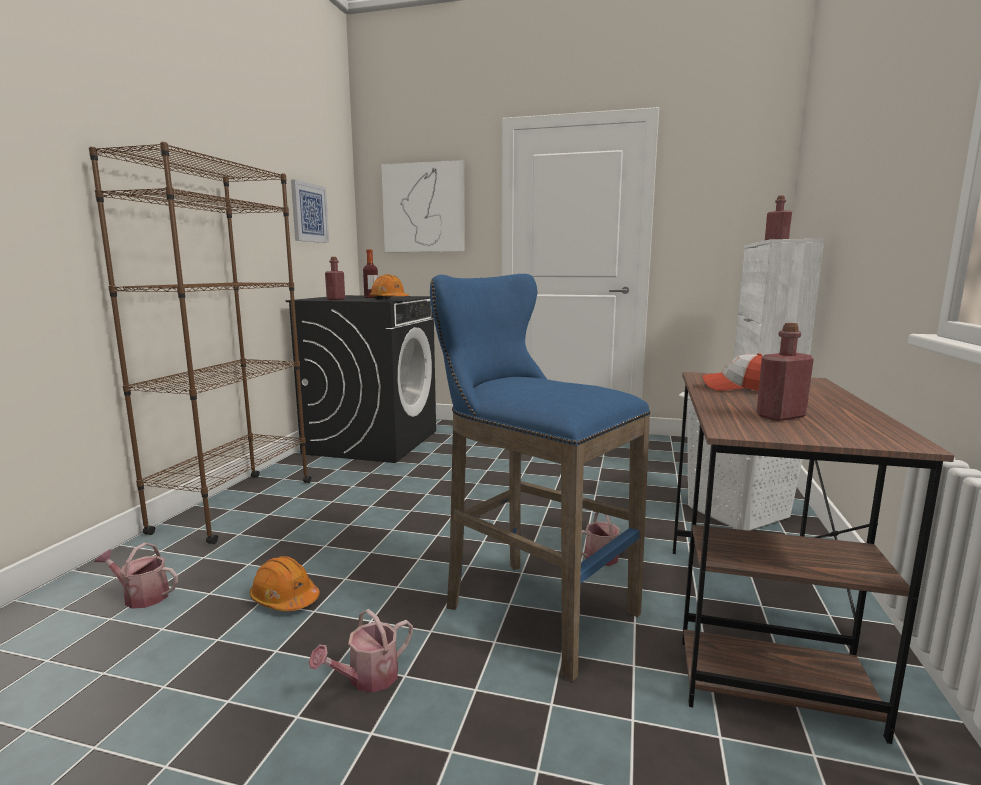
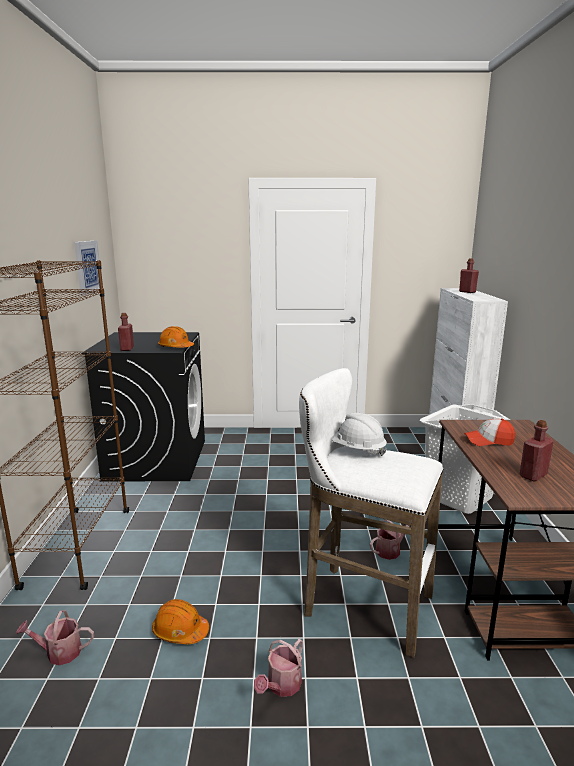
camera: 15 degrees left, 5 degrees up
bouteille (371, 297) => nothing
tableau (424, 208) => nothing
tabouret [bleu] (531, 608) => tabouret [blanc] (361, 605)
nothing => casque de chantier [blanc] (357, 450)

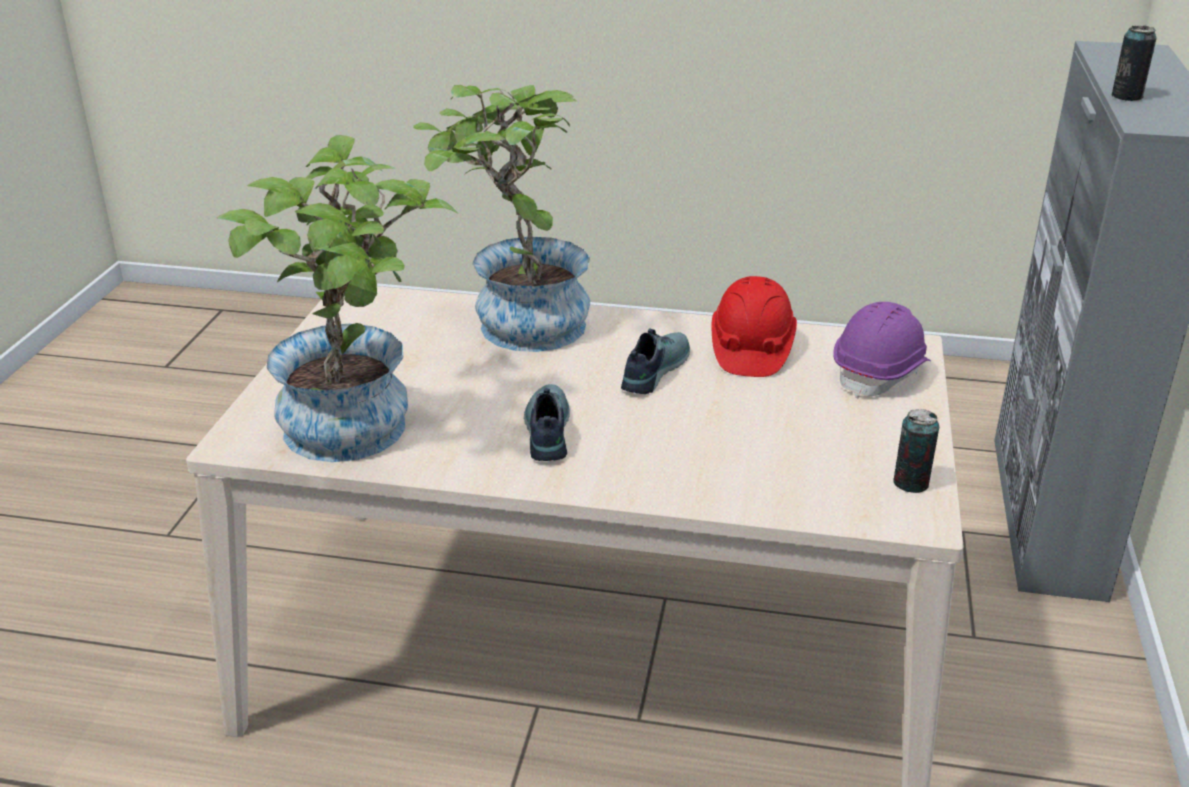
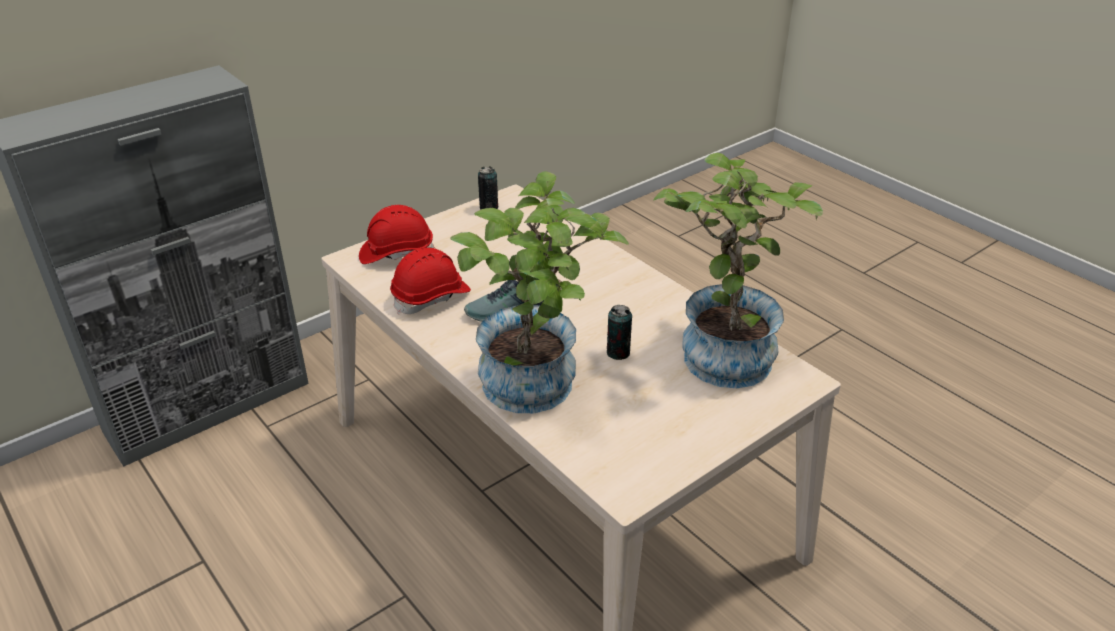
camera: 140 degrees left, 5 degrees up
chaussure (545, 431) => nothing
casque de chantier [violet] (881, 373) => casque de chantier [rouge] (396, 253)
boîte métallique (1126, 96) => boîte métallique (618, 353), relocated

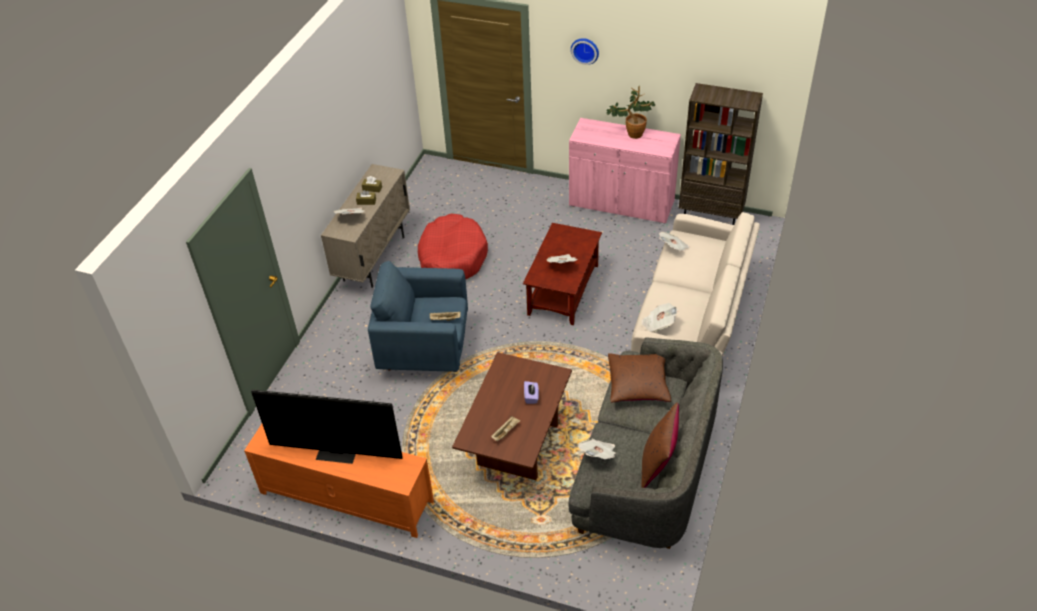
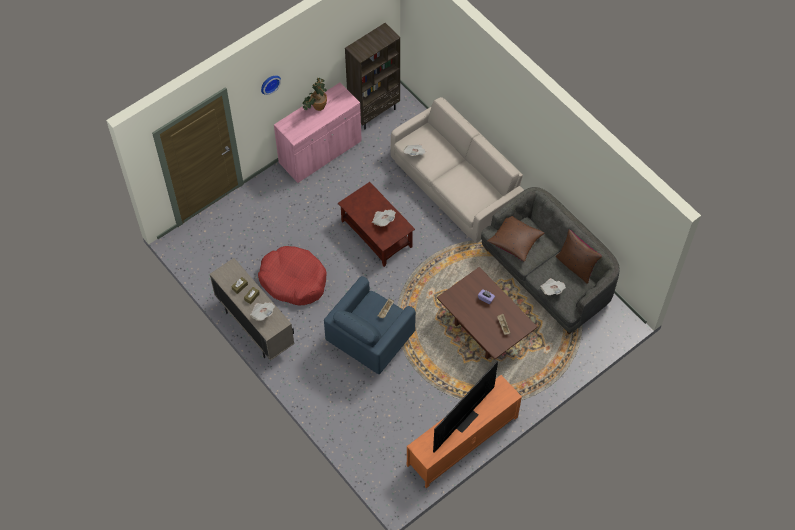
camera: 60 degrees left, 15 degrees up
journal (658, 324) => nothing

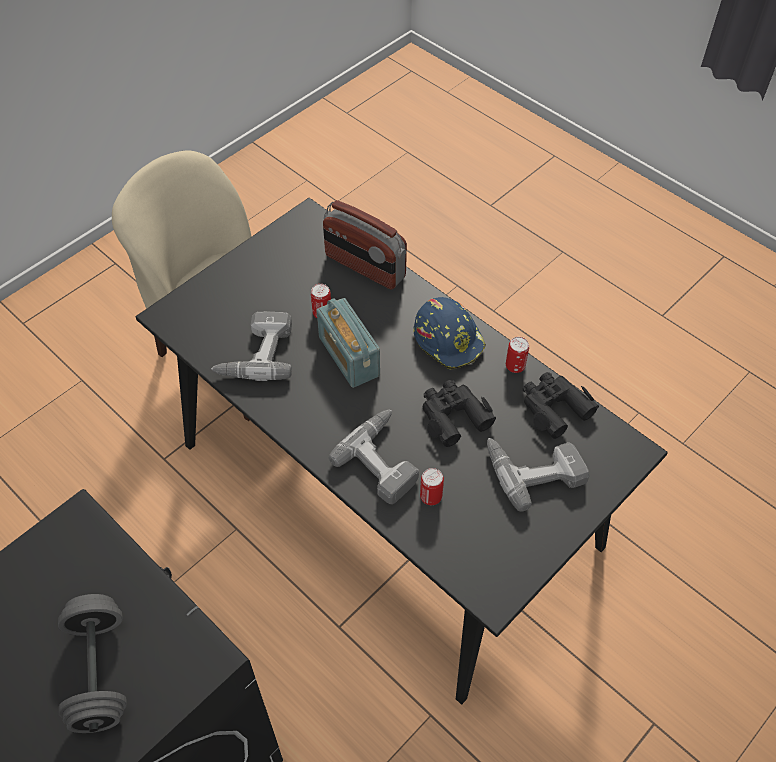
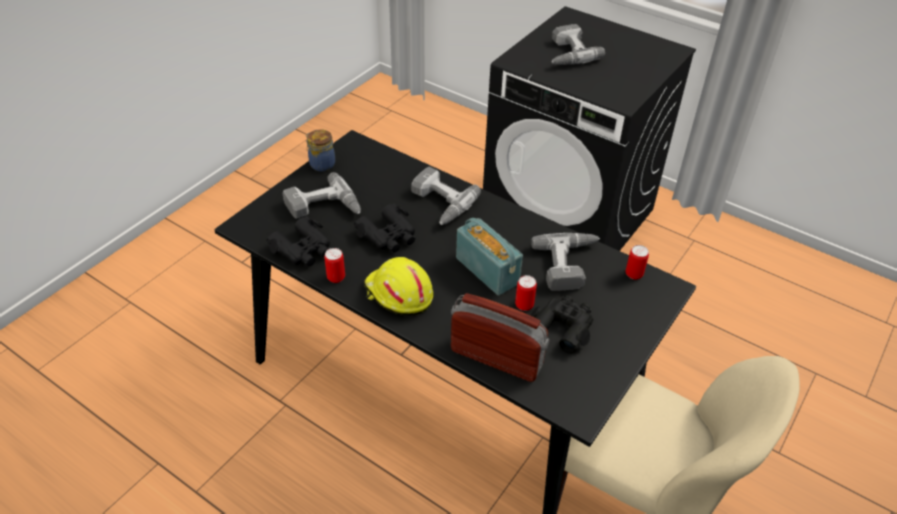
camera: 170 degrees right, 10 degrees down
haltère [gris] (99, 672) => perceuse (567, 53)
casque de chantier [bleu] (449, 339) => casque de chantier [jaune] (398, 294)
boîte métallique (431, 497) => boîte métallique (634, 274), relocated
nothing => bocal (321, 164)
nothing => jumelles [noir] (562, 327)

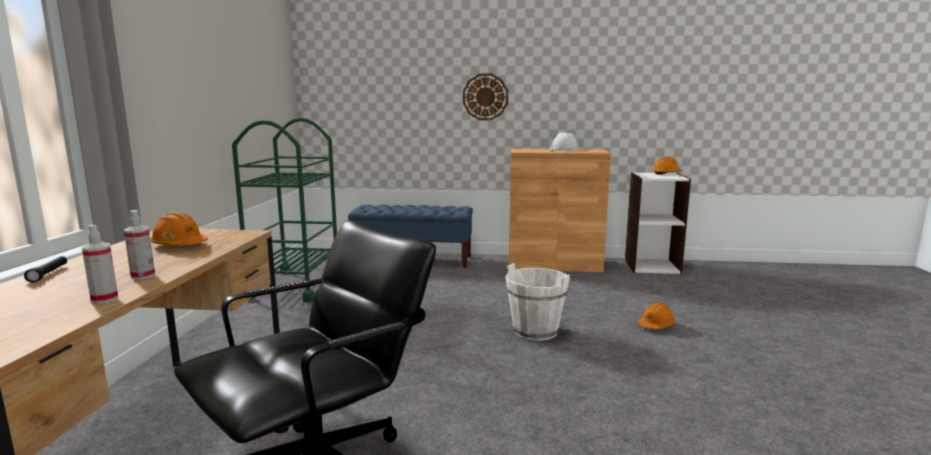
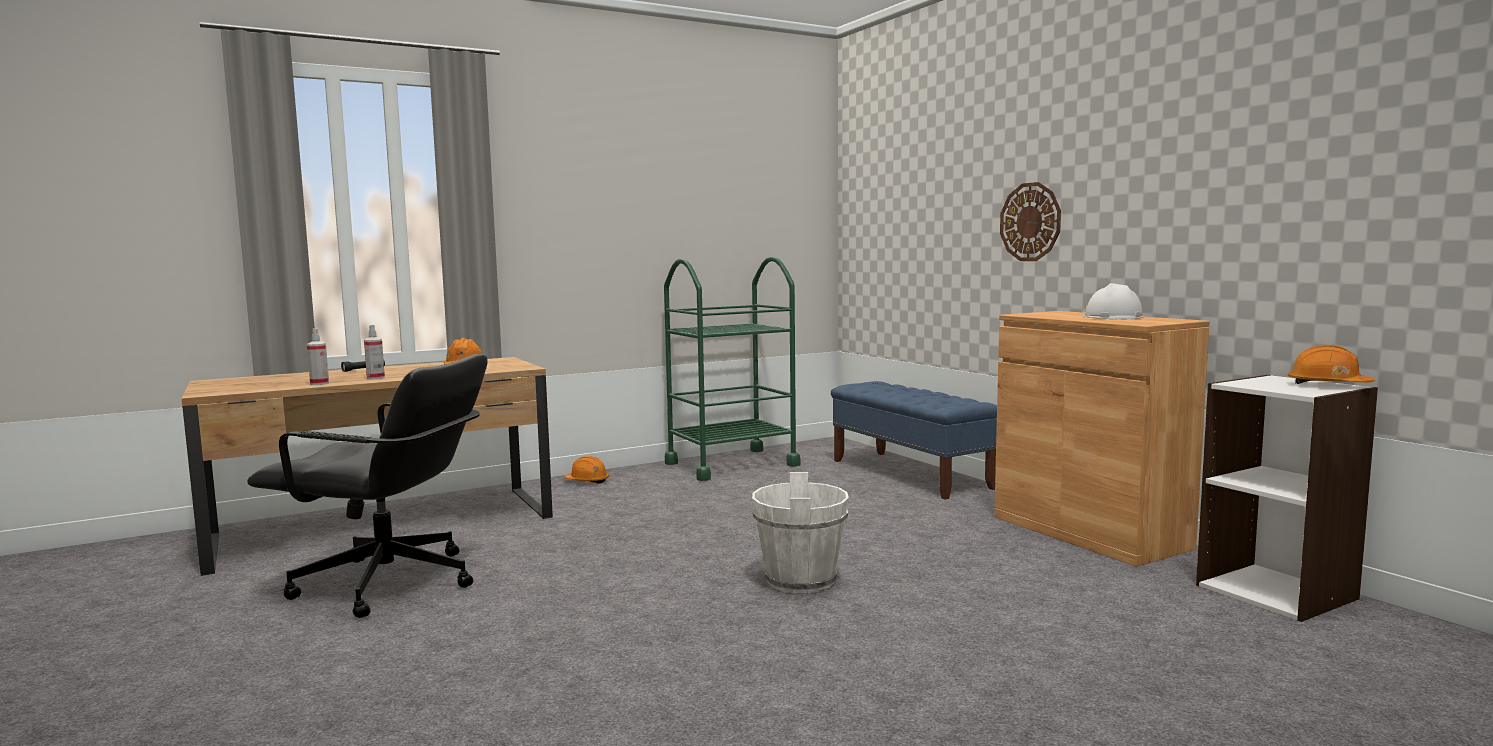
camera: 55 degrees right, 5 degrees down
casque de chantier [orange] (656, 325) => casque de chantier [orange] (587, 481), relocated

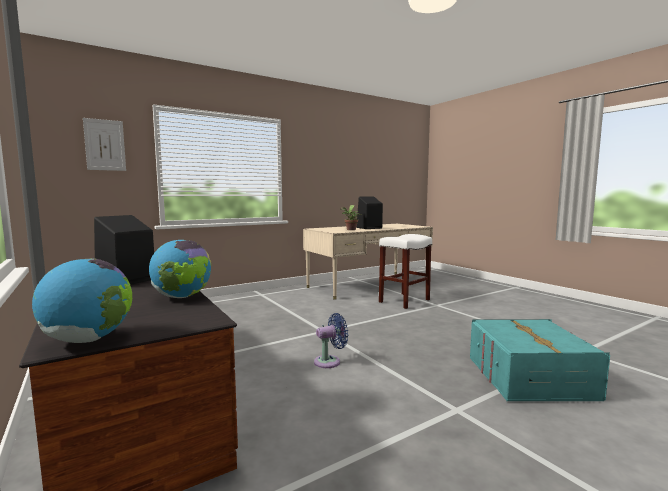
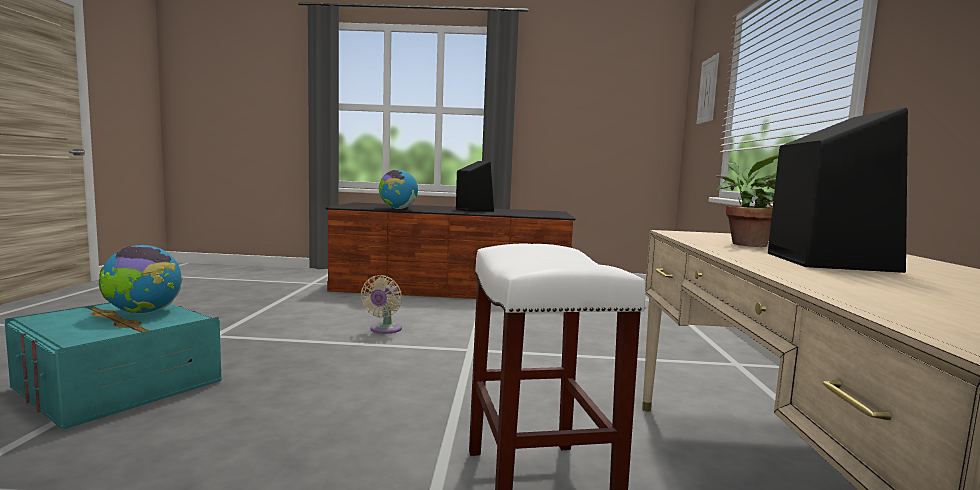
camera: 125 degrees right, 0 degrees up
globe (88, 340) => globe (143, 313), relocated
ventilateur [bleu] (330, 361) => ventilateur [beige] (384, 330)

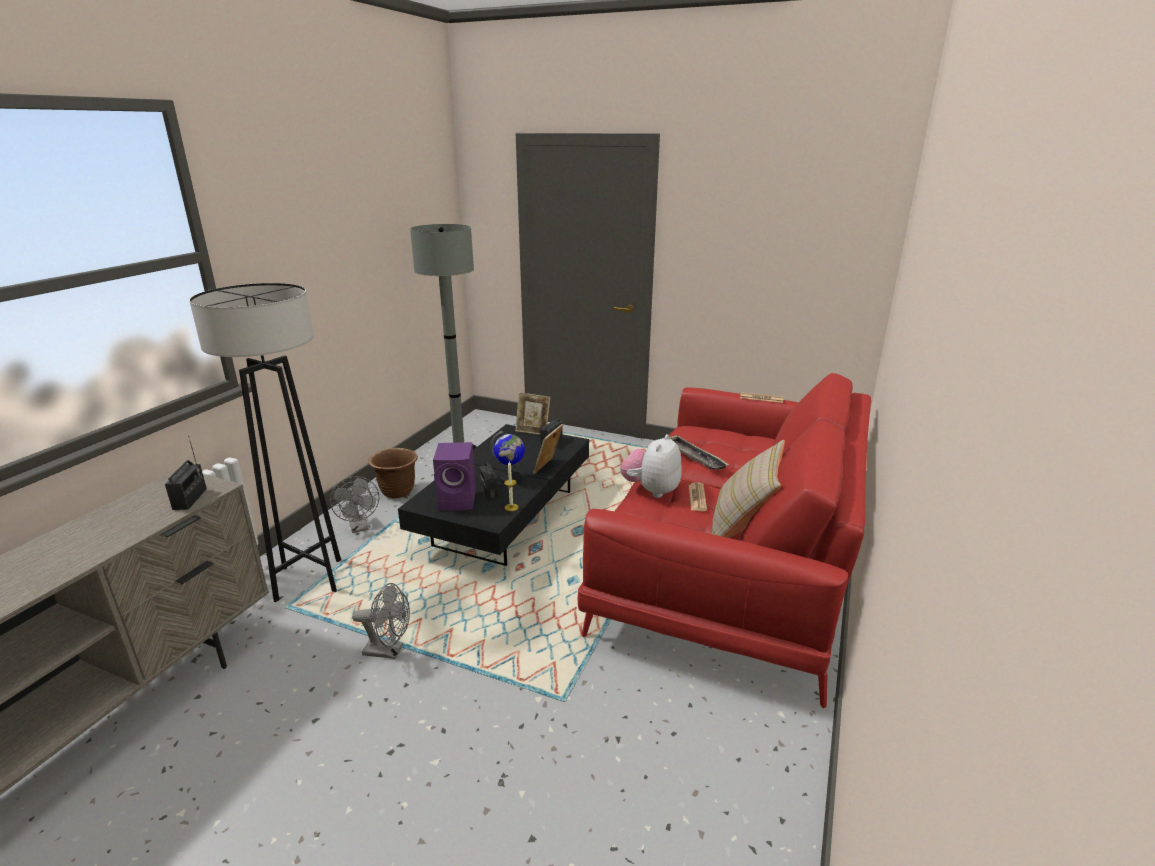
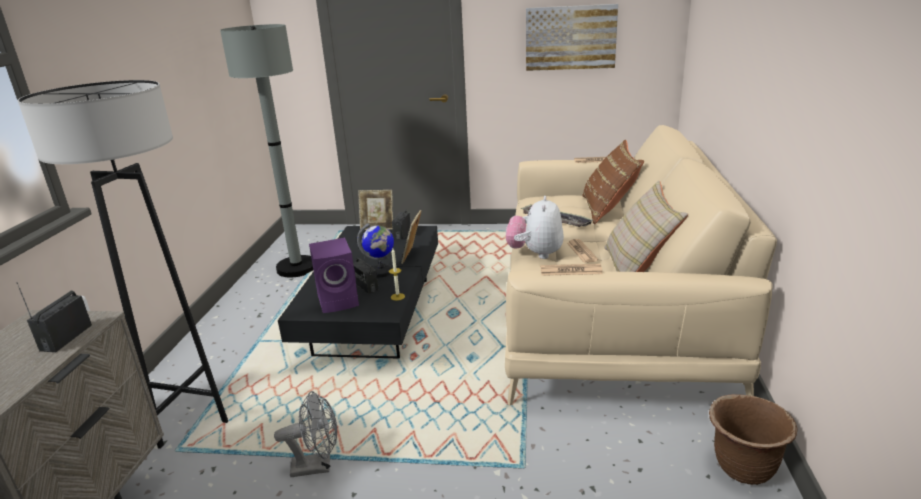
camera: 15 degrees left, 0 degrees up
radio (190, 499) => radio (66, 337), 150 degrees counterclockwise
ventilateur [gris] (359, 527) => nothing
cache-pot [marron] (397, 491) => cache-pot [marron] (743, 468), relocated
canapé [rouge] (730, 565) => canapé [beige] (607, 314)
nothing => tableau (570, 37)
nothing => journal (570, 271)
nothing => coussin [marron] (608, 209)

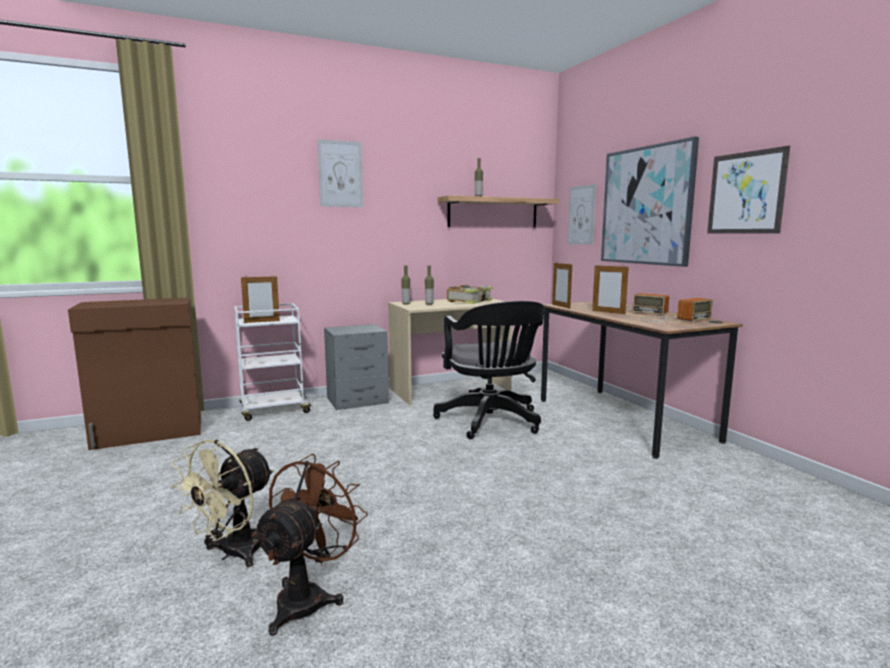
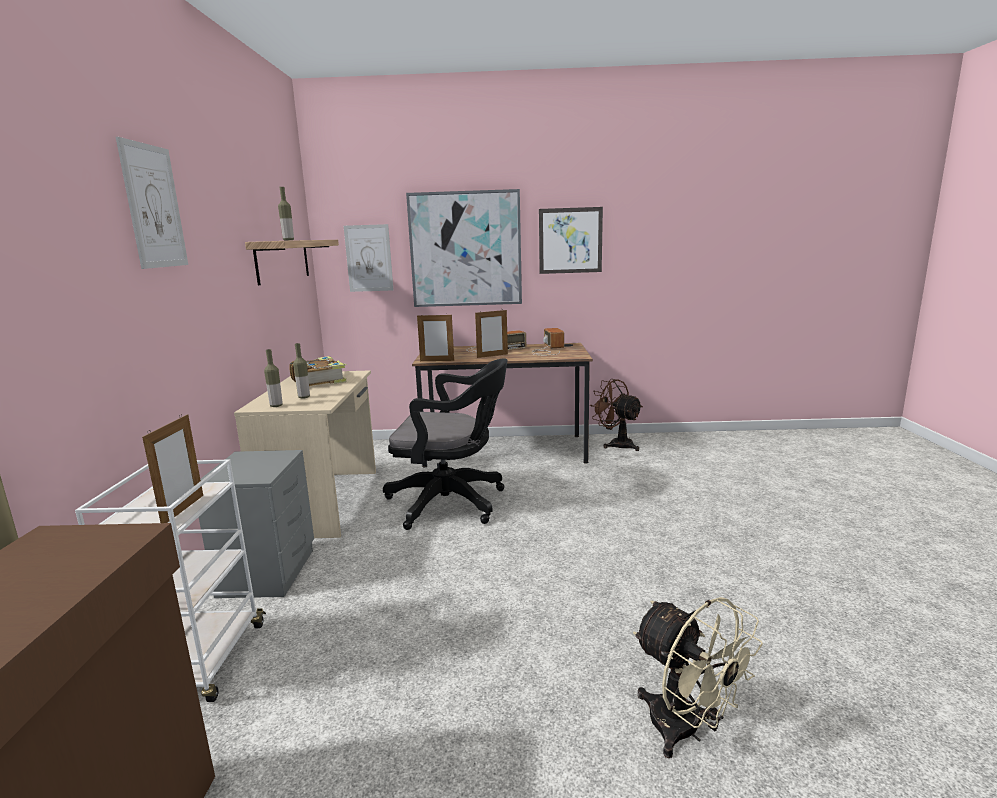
camera: 65 degrees left, 5 degrees up
ventilateur [marron] (308, 597) => ventilateur [marron] (616, 444), relocated

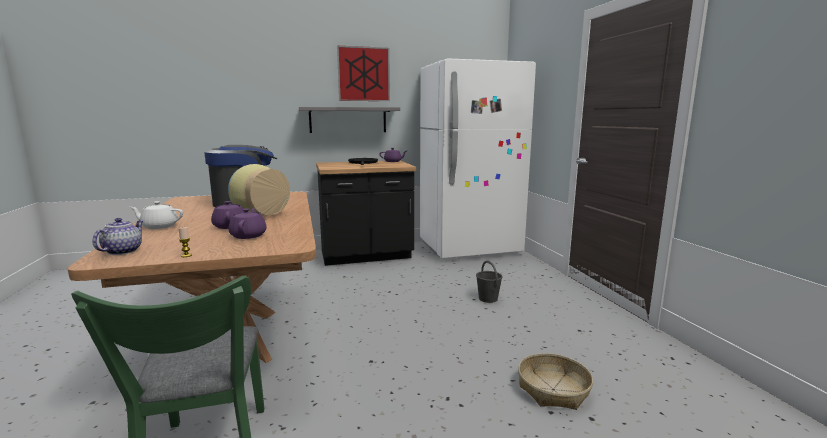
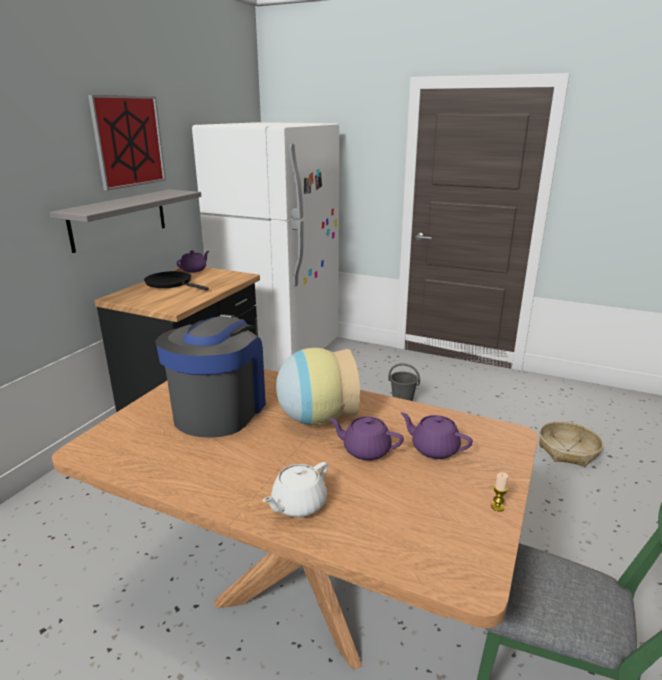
camera: 50 degrees left, 10 degrees up
théière (123, 251) => nothing

